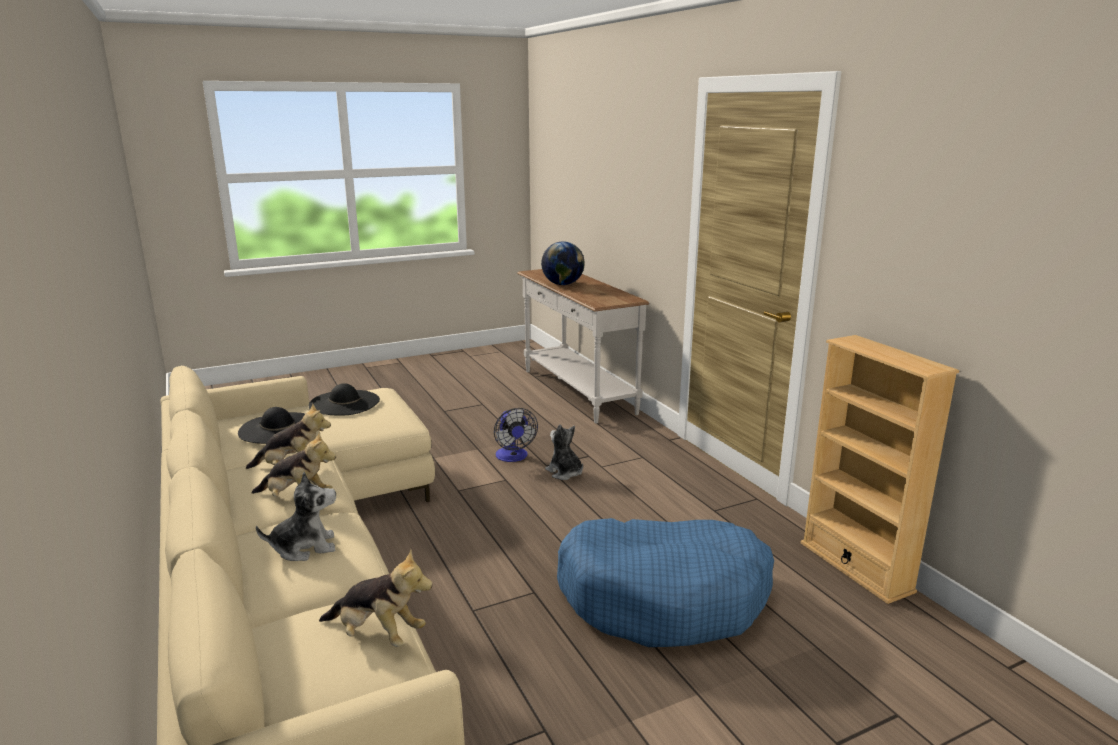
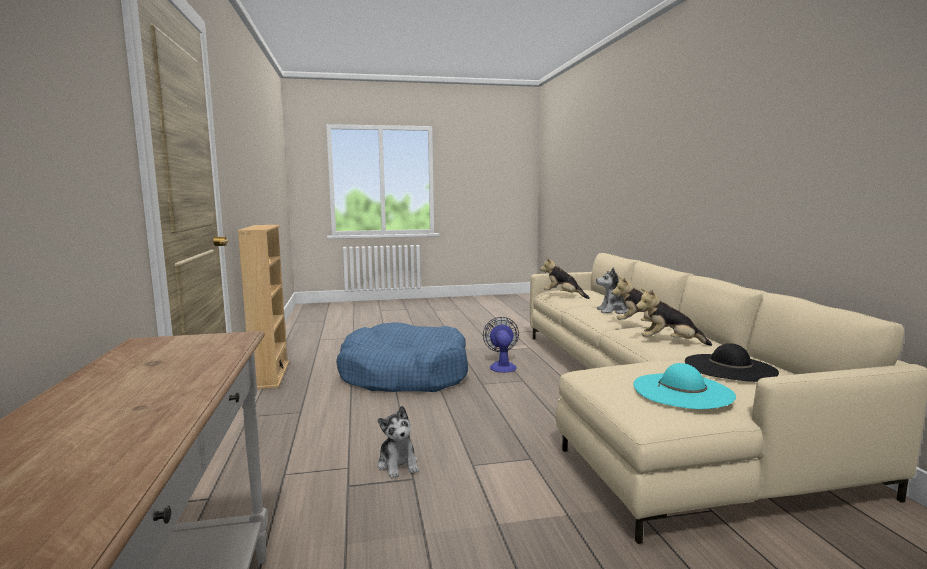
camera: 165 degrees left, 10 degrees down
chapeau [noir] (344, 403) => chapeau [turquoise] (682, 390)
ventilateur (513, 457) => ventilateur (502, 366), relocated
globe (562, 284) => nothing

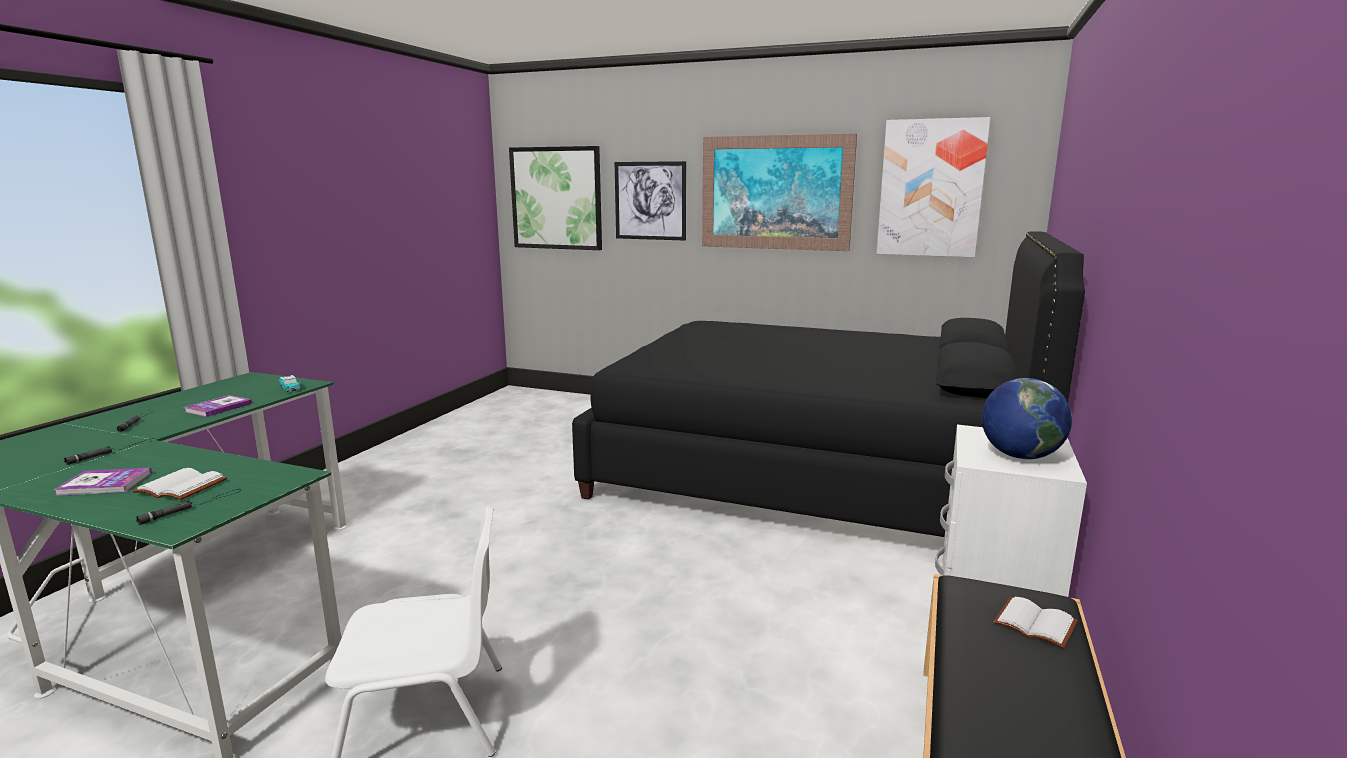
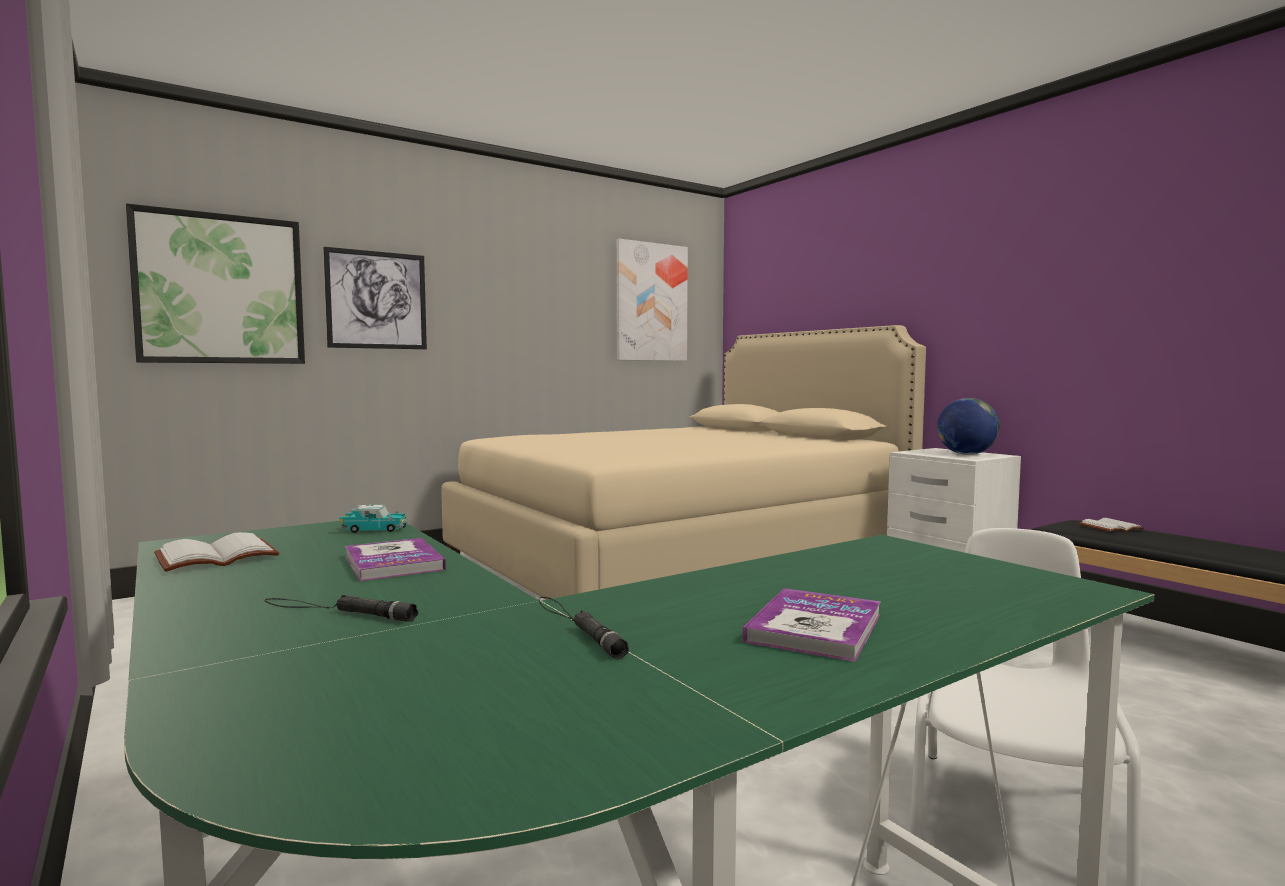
camera: 55 degrees left, 10 degrees down
livre [blanc] (179, 488) => livre [blanc] (215, 558), relocated
lampe de poche [noir] (192, 506) => nothing
lit [noir] (812, 473) => lit [beige] (678, 561)
tableau (775, 193) => nothing

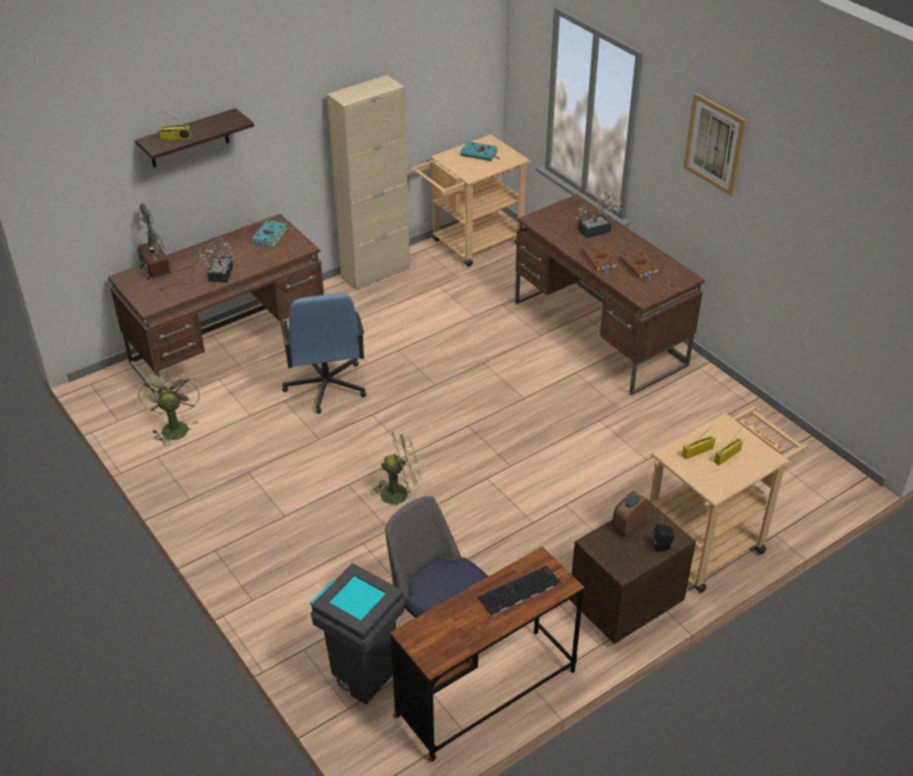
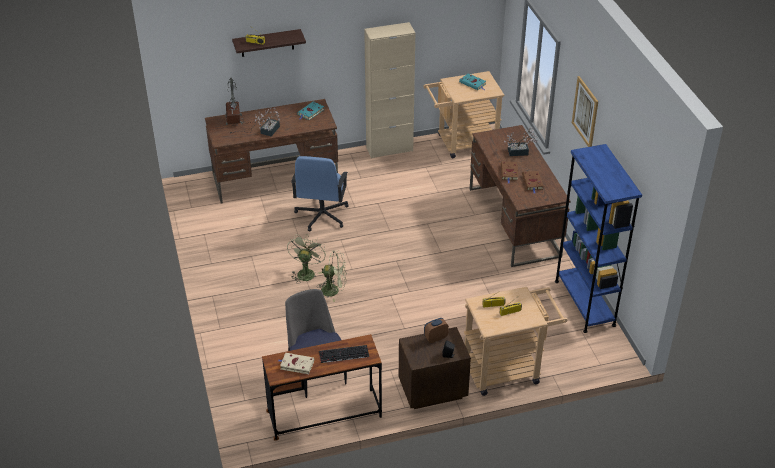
camera: 20 degrees right, 0 degrees up
ventilateur [vert] (174, 427) => ventilateur [vert] (306, 272), relocated
poubelle [gris] (361, 675) => nothing
nothing => livre [beige] (296, 365)
nothing => bibliothèque [bleu] (584, 303)

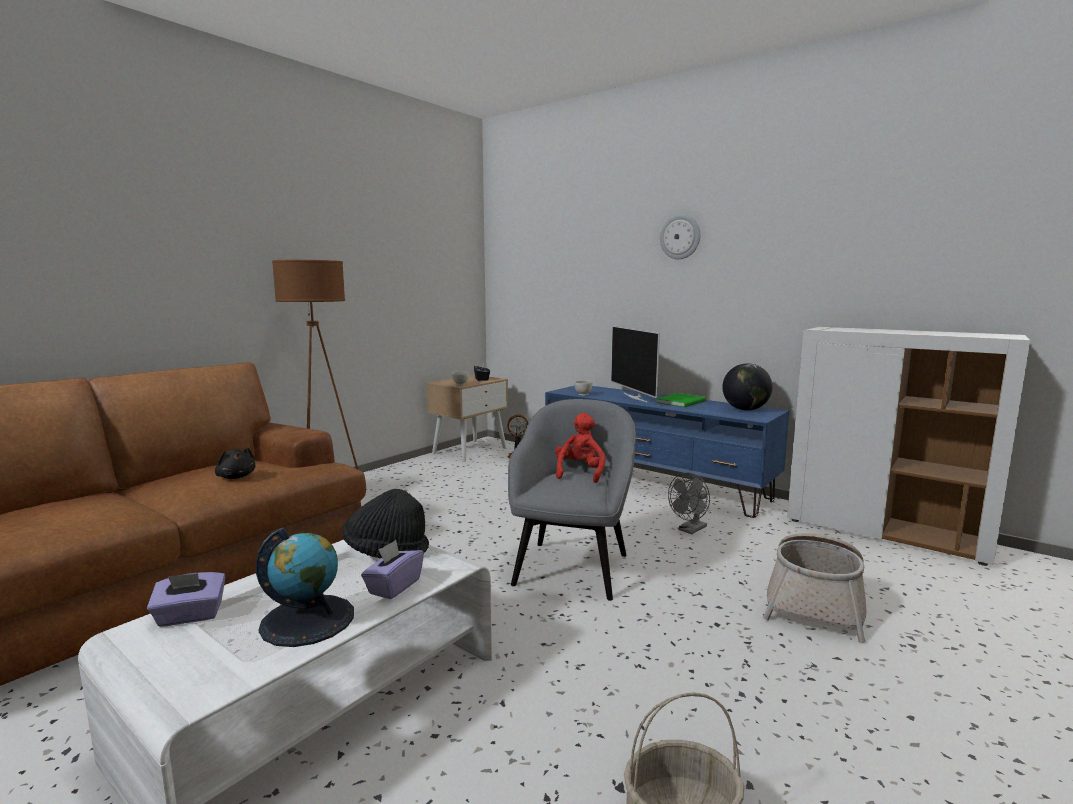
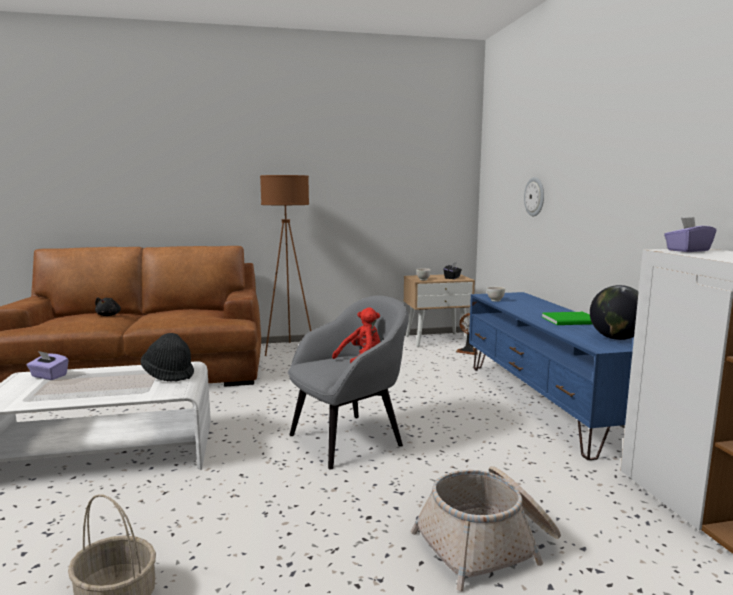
camera: 40 degrees right, 0 degrees up
peluche [noir] (236, 477) => peluche [noir] (109, 315), relocated
globe (308, 619) => nothing
boîte à mouchoirs [violet] (394, 586) => boîte à mouchoirs [violet] (687, 250), relocated
téléviseur (635, 397) => nothing
horloge murale (680, 237) => horloge murale (535, 196), relocated
ventilateur [gris] (690, 530) => nothing

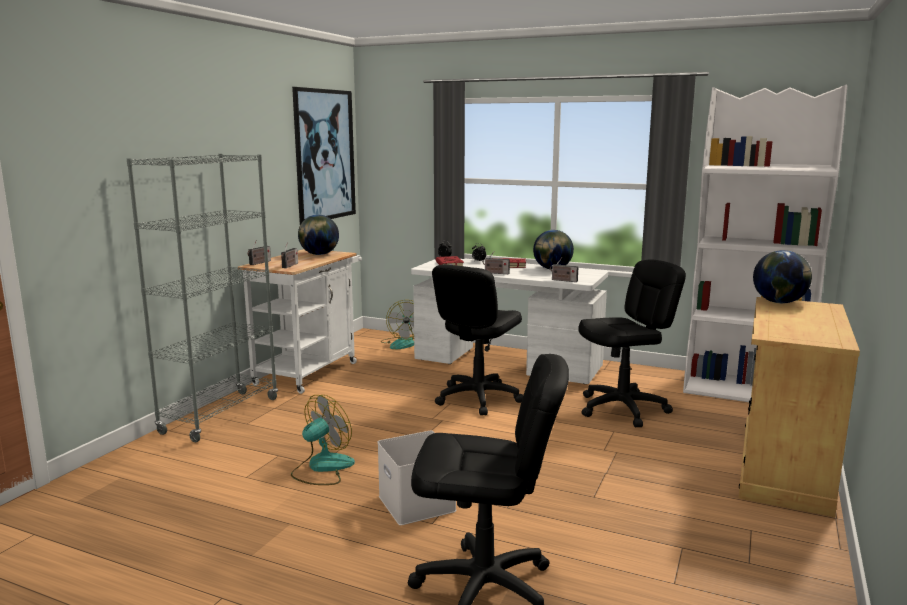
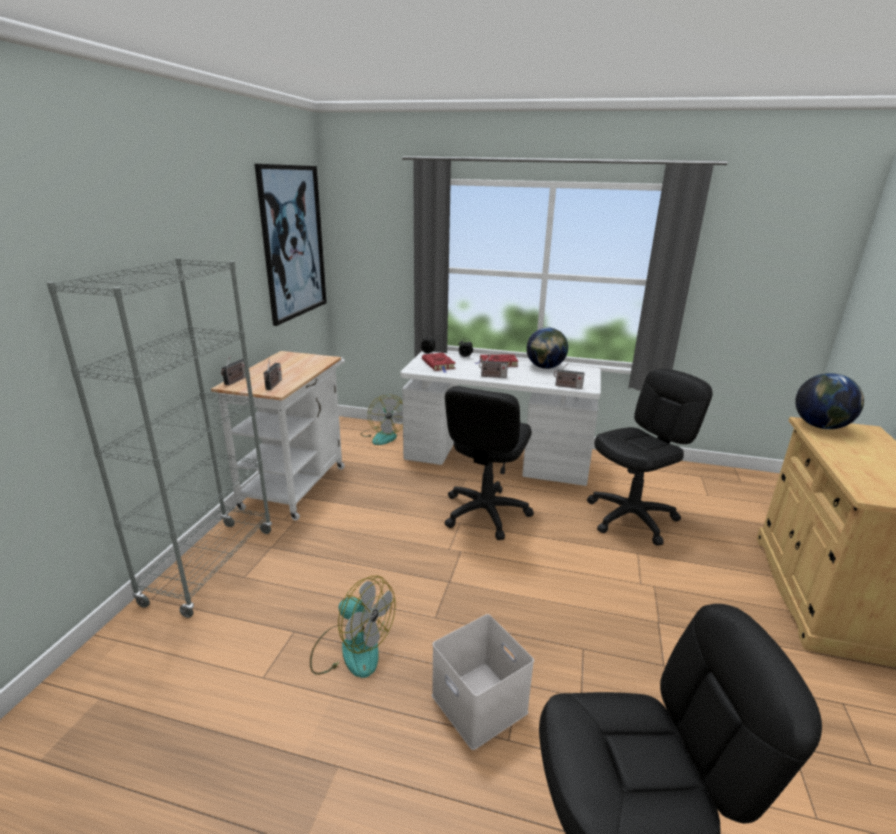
camera: 10 degrees left, 10 degrees up
ventilateur (322, 468) => ventilateur (351, 649), 90 degrees clockwise
globe (319, 254) => nothing
bibliothèque [blanc] (745, 390) => nothing

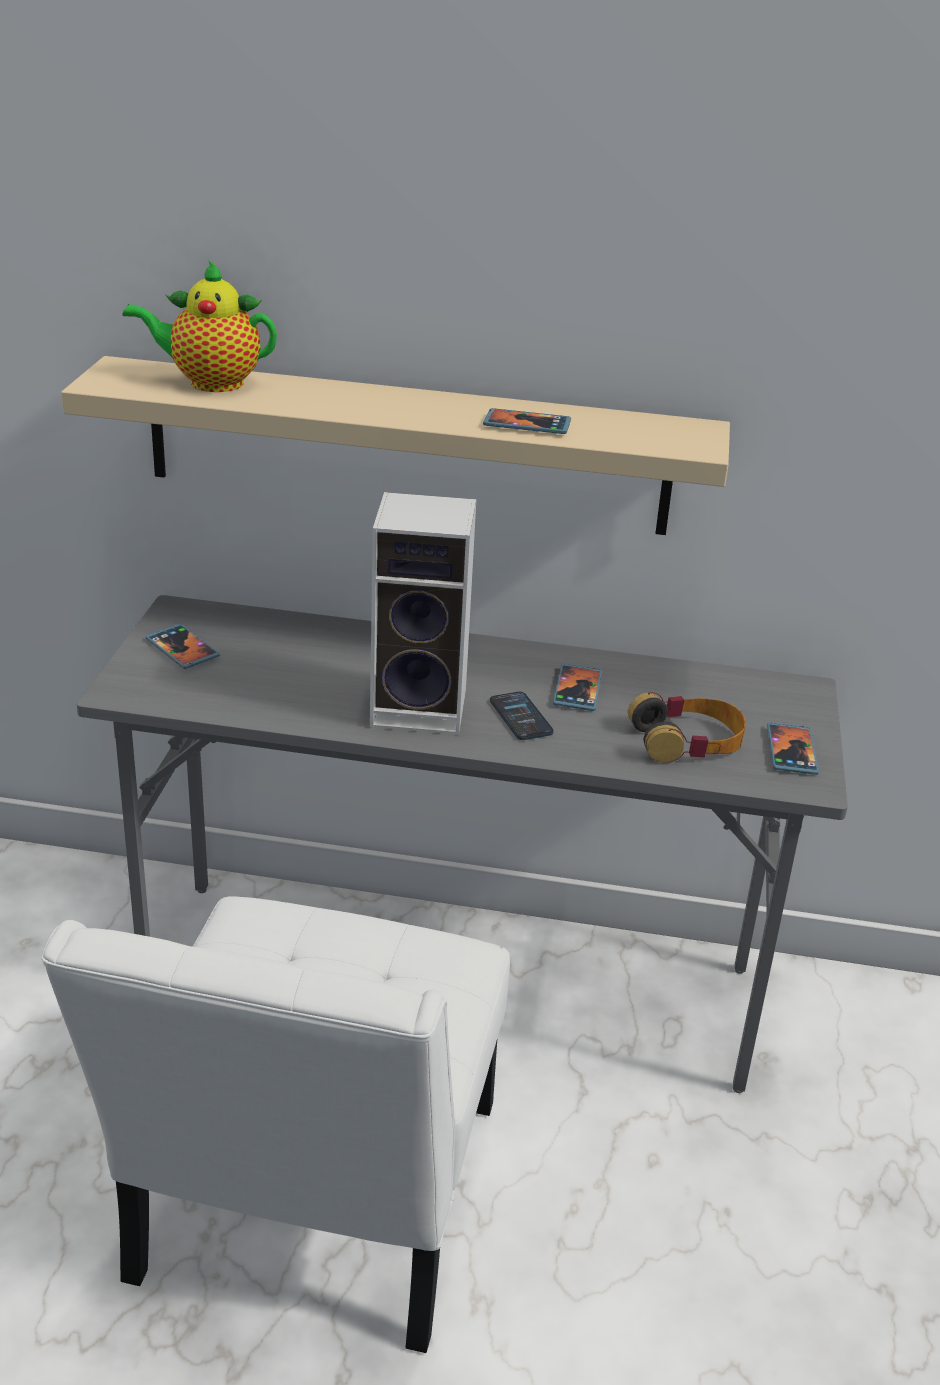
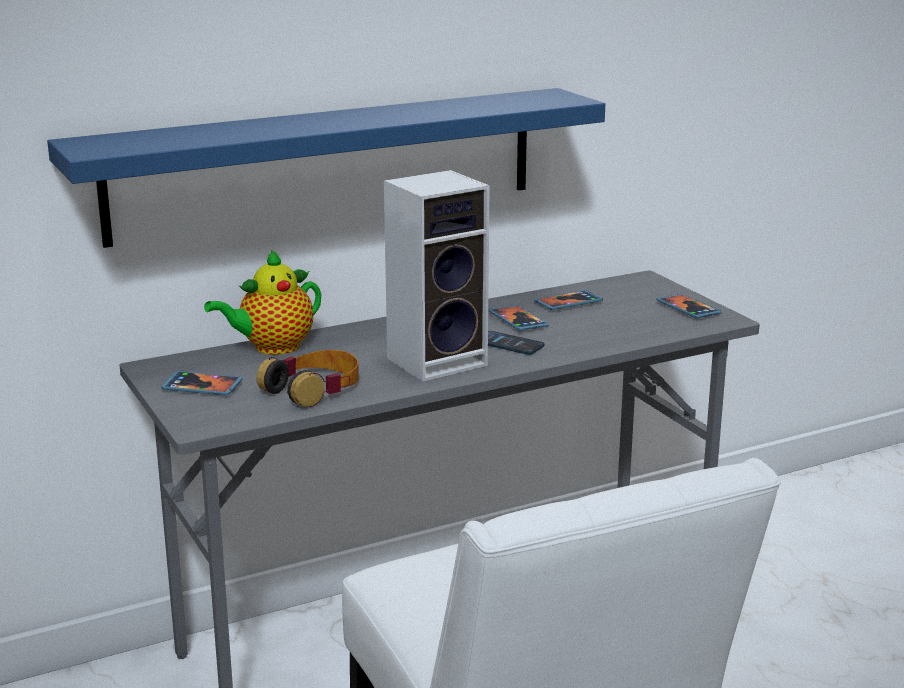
camera: 35 degrees left, 10 degrees down
étagère [beige] (407, 446) => étagère [bleu] (326, 164)
théière (210, 383) => théière (272, 348), relocated
téléphone (527, 425) => téléphone (568, 302), relocated
casque audio (687, 741) => casque audio (313, 388), relocated

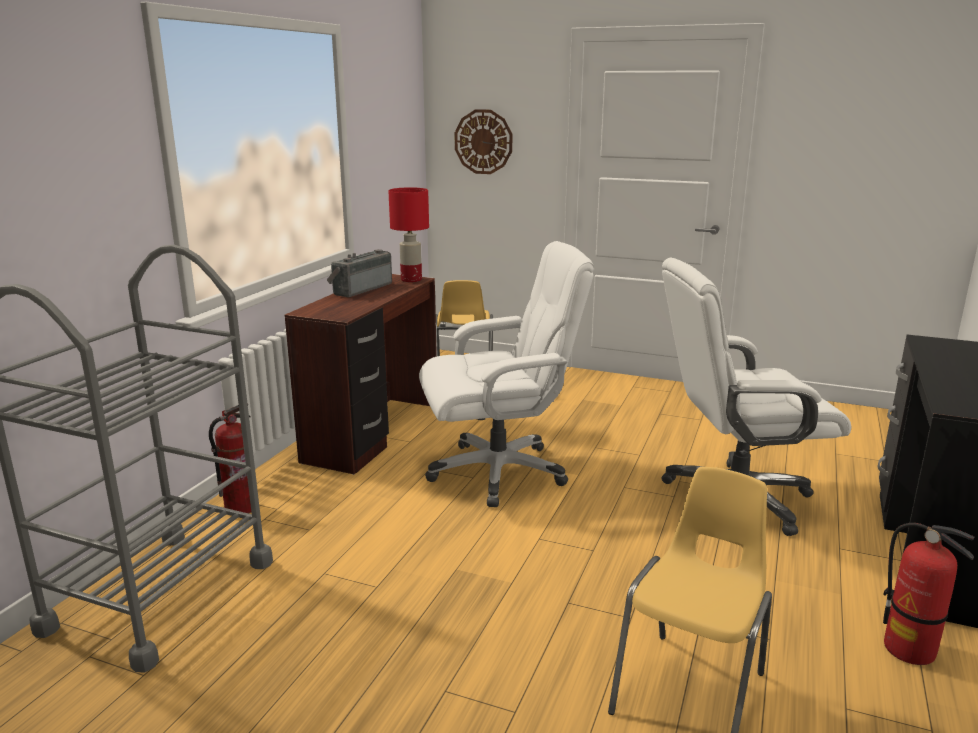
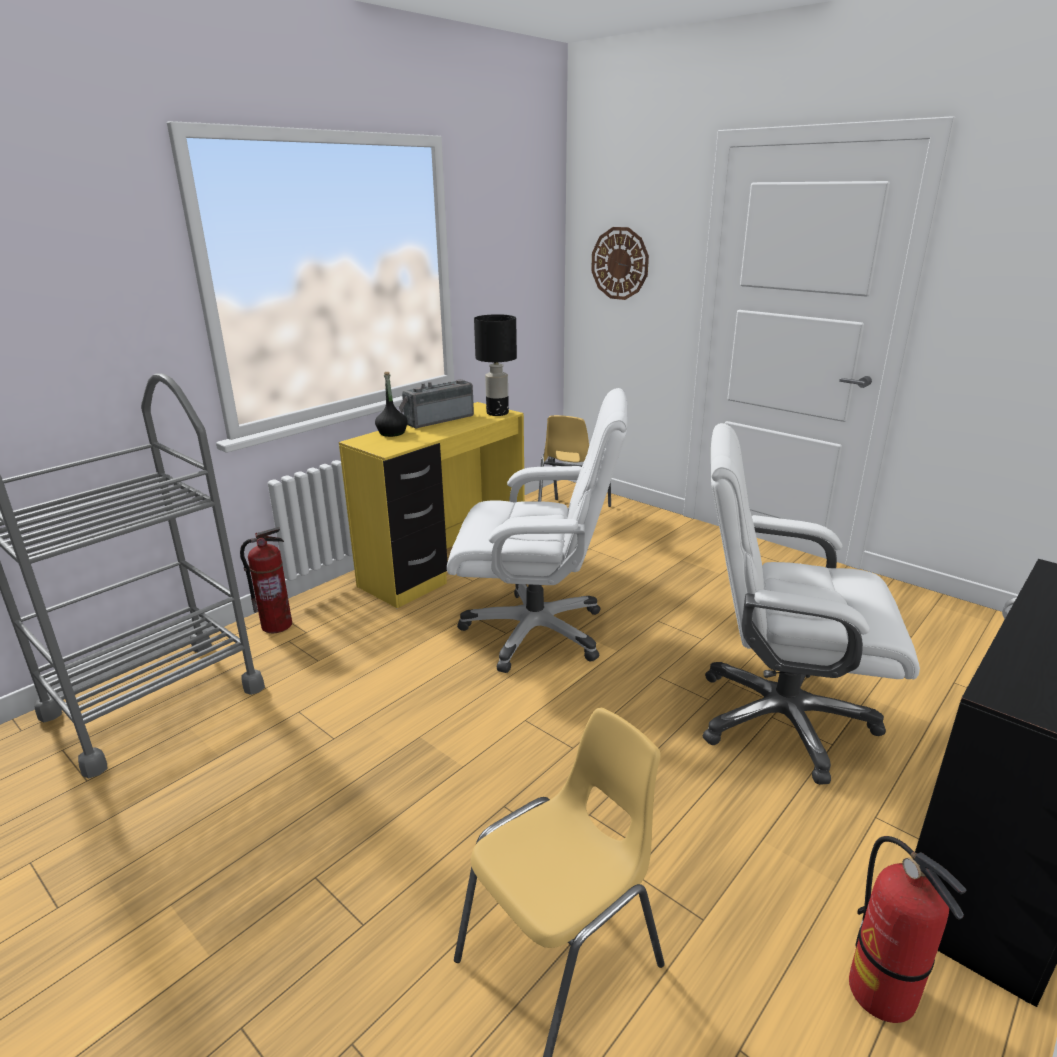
camera: 20 degrees right, 5 degrees up
bureau [marron] (375, 433) => bureau [jaune] (446, 565)
lampe de table [rouge] (412, 280) => lampe de table [noir] (498, 413)
nothing => bouteille [noir] (392, 433)

